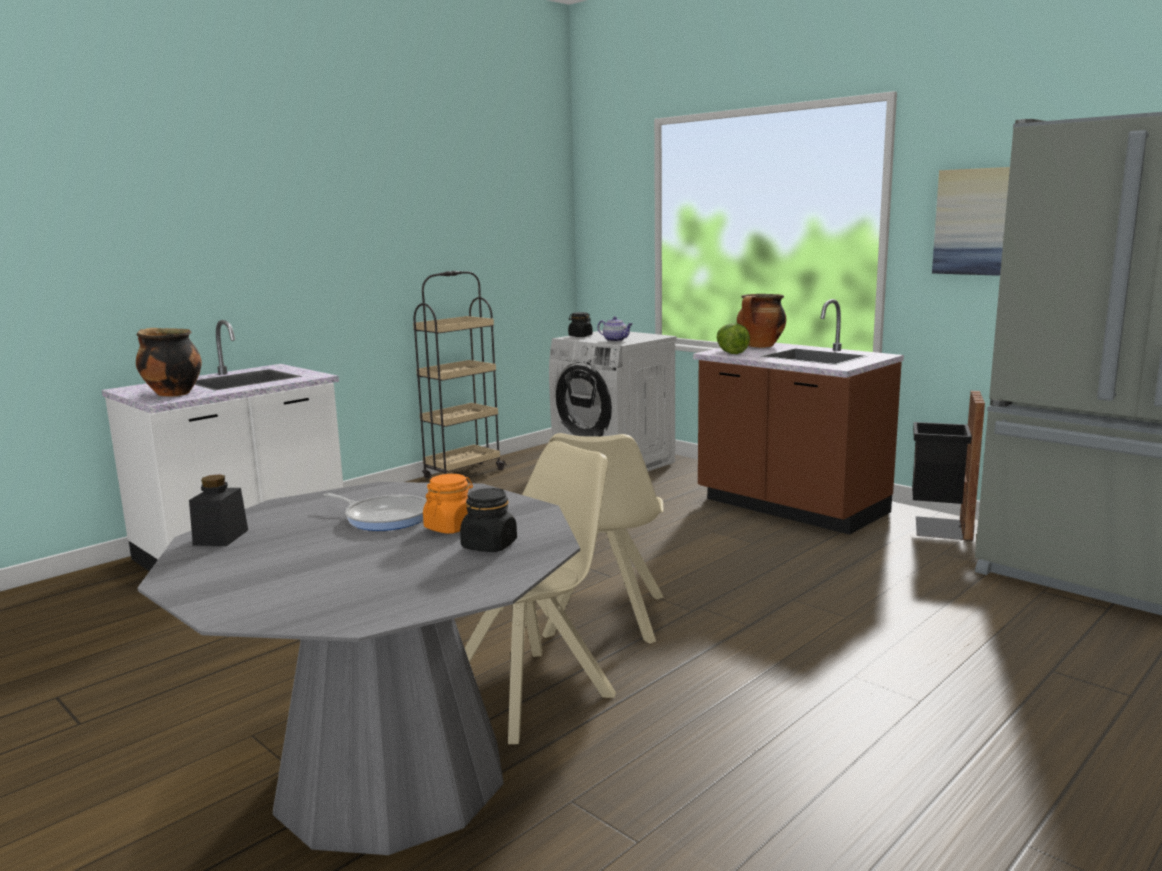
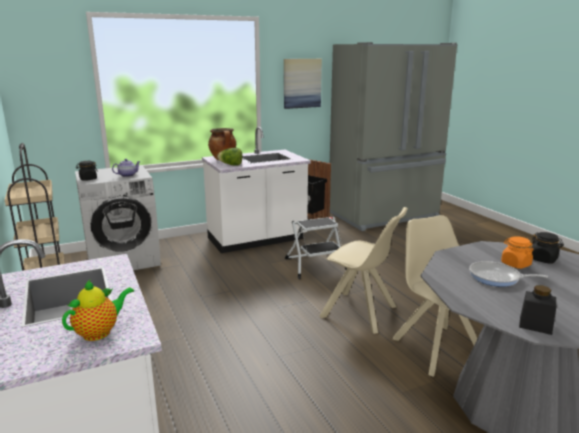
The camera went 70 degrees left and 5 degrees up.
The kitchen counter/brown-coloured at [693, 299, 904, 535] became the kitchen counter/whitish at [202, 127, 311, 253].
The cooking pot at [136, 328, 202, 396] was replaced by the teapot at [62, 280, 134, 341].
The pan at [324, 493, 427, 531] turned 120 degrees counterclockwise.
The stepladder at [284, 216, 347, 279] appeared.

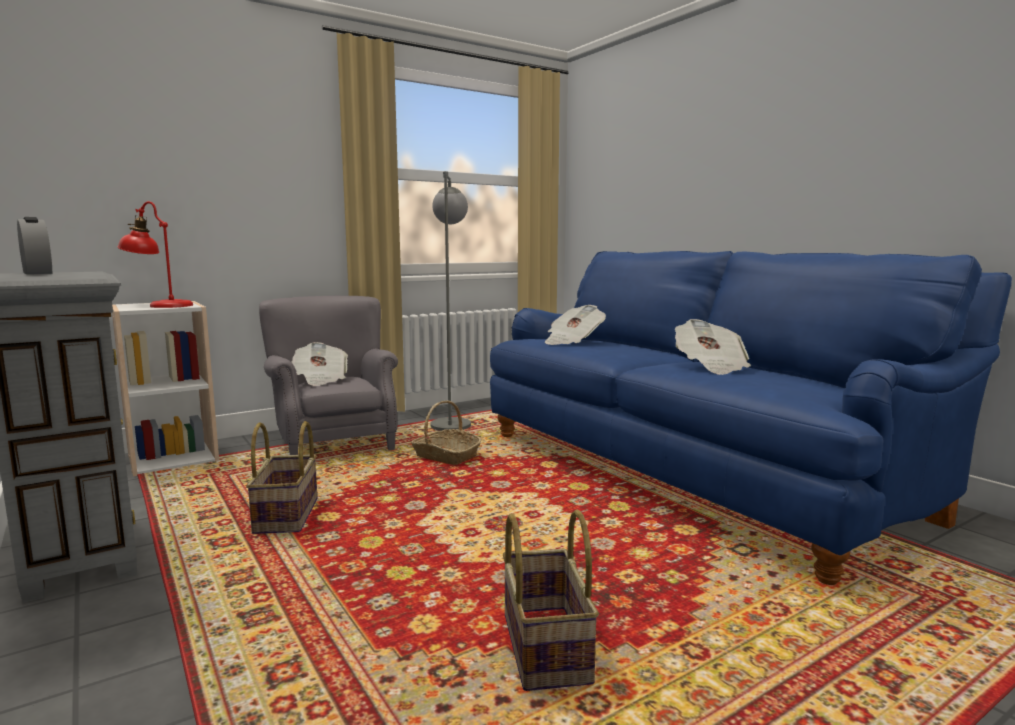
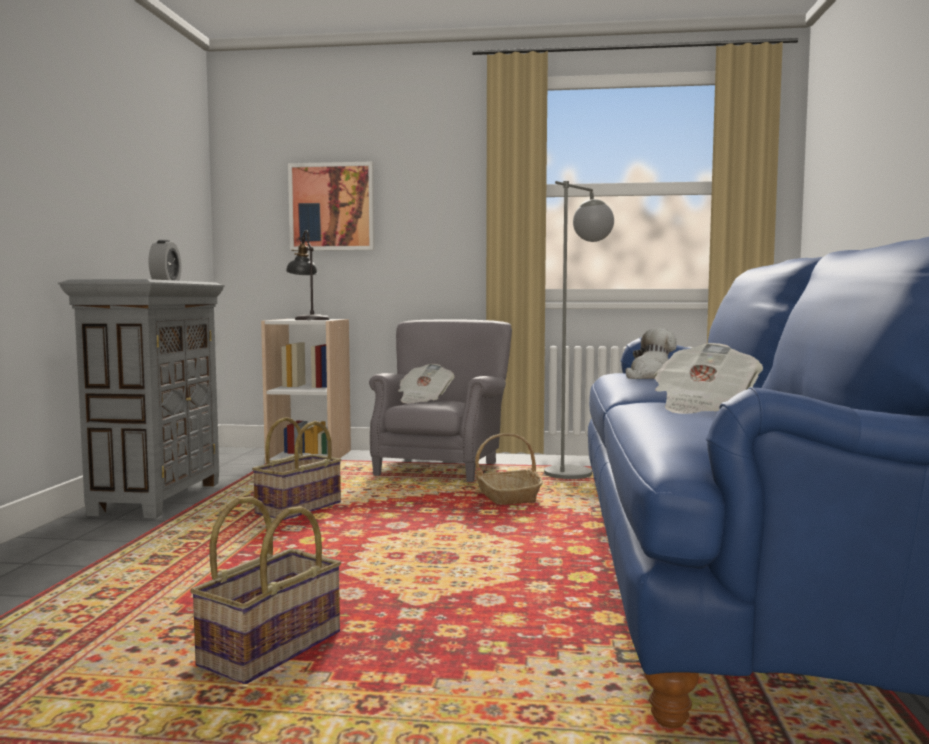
The camera went 40 degrees right and 5 degrees down.
The table lamp/red at [117, 201, 193, 308] became the table lamp/greyish at [286, 230, 330, 320].
The newspaper at [545, 305, 606, 345] was replaced by the soft toy at [625, 328, 677, 379].
The wall art at [288, 162, 375, 251] appeared.

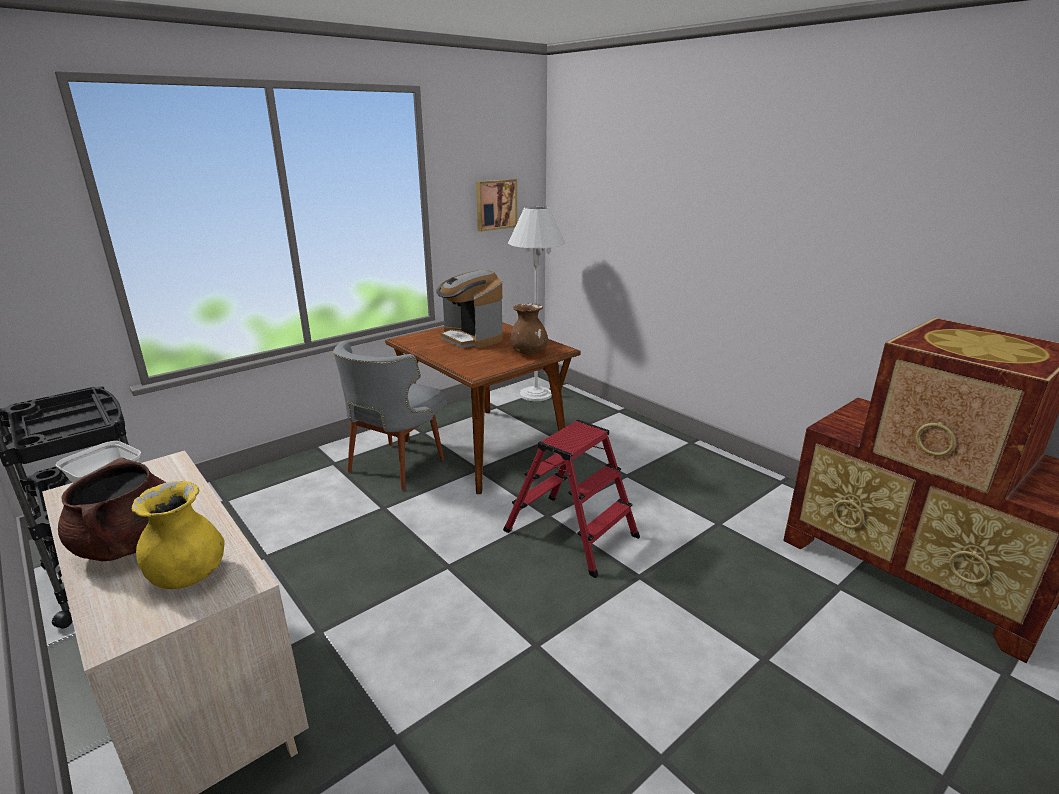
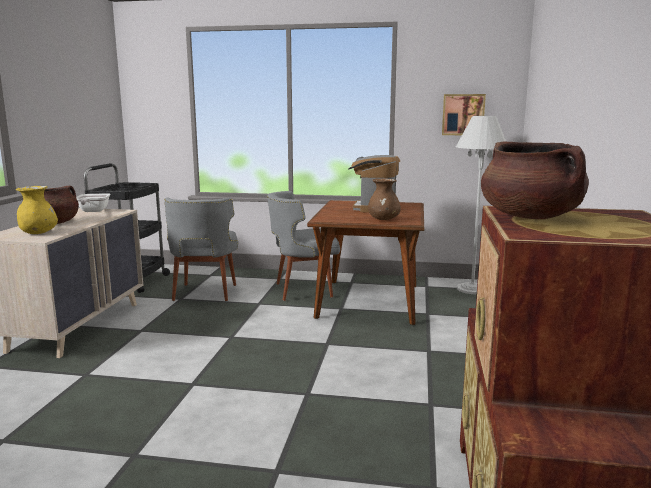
The camera went 50 degrees right and 10 degrees down.
The stepladder/red at [503, 420, 640, 578] disappeared.
The cooking pot/brown-coloured at [481, 141, 589, 219] appeared.
The plain chair/greyish at [164, 197, 238, 301] appeared.

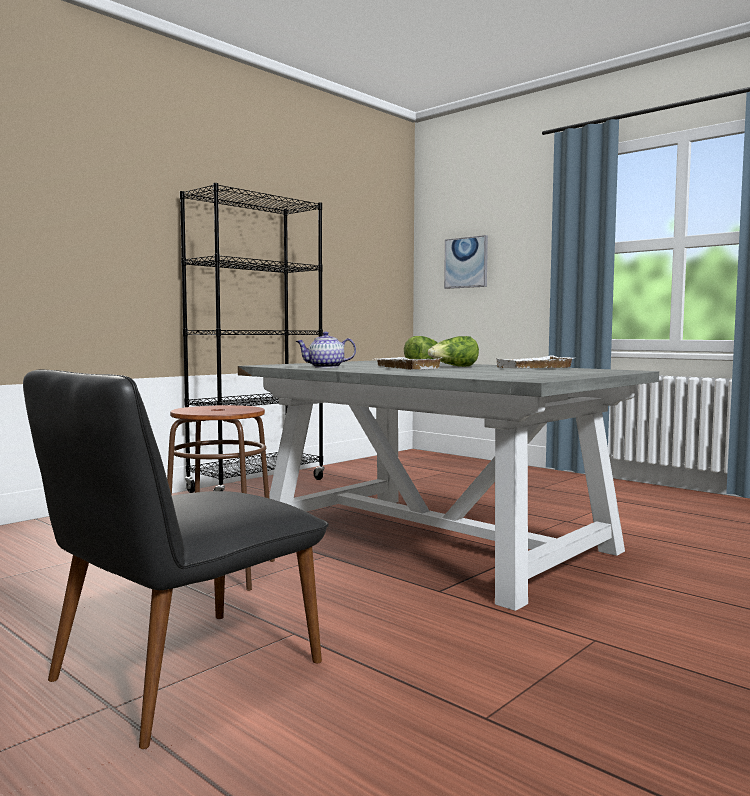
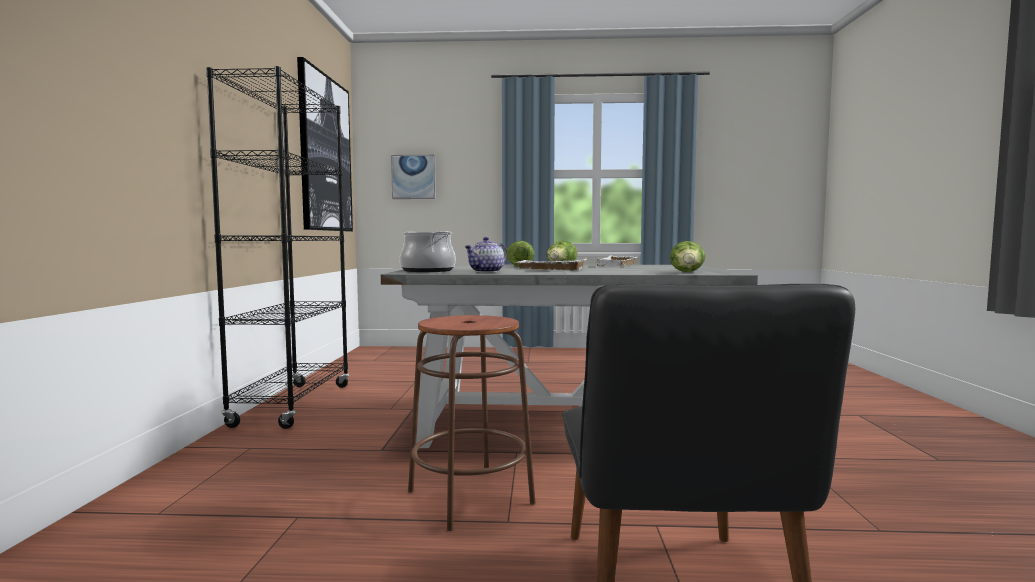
The camera went 40 degrees left and 0 degrees up.
The wall art at [297, 57, 353, 231] appeared.
The cooking pot at [400, 231, 456, 272] appeared.
The lettuce at [670, 241, 705, 272] appeared.

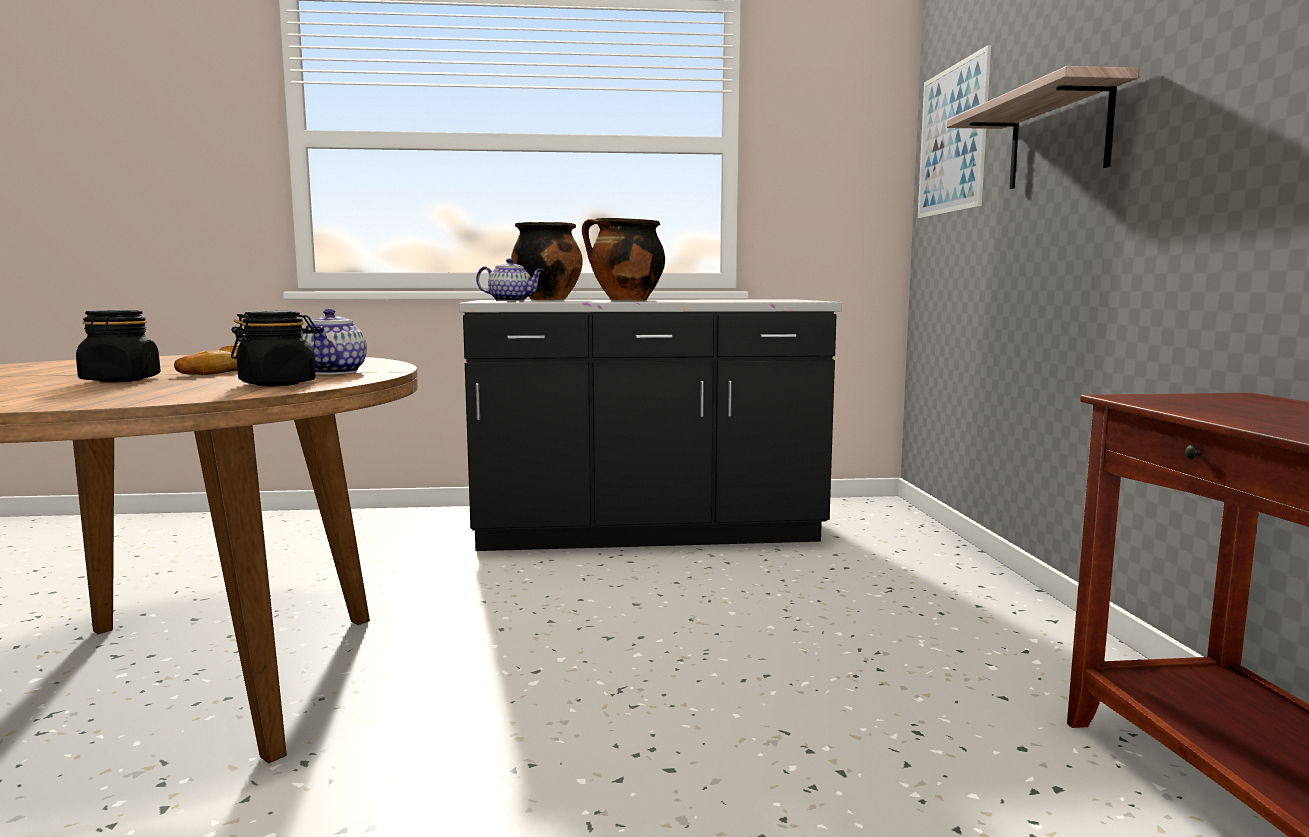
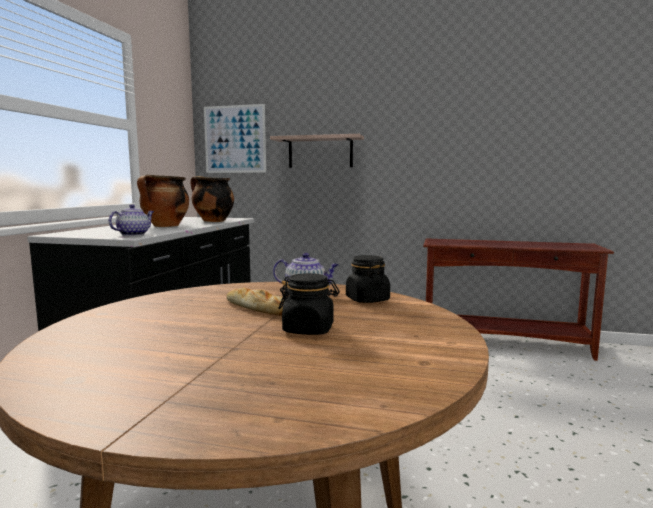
The camera went 70 degrees left and 0 degrees up.
The cooking pot moved from [511, 222, 583, 300] to [190, 176, 234, 222].

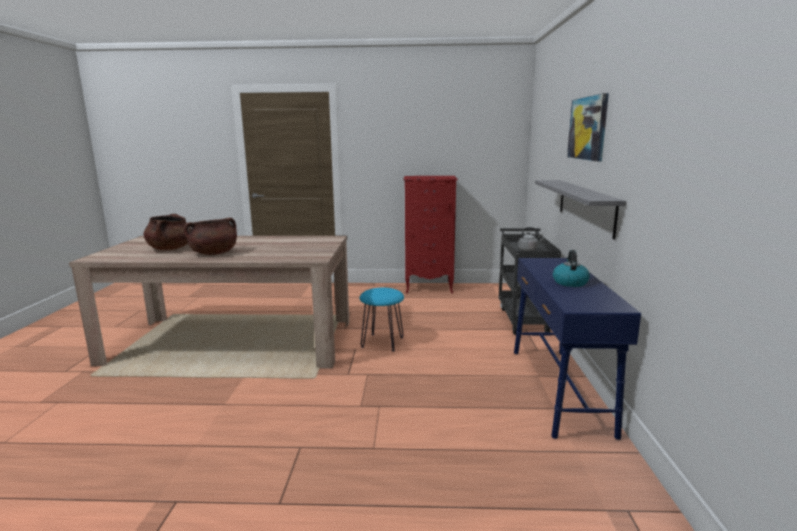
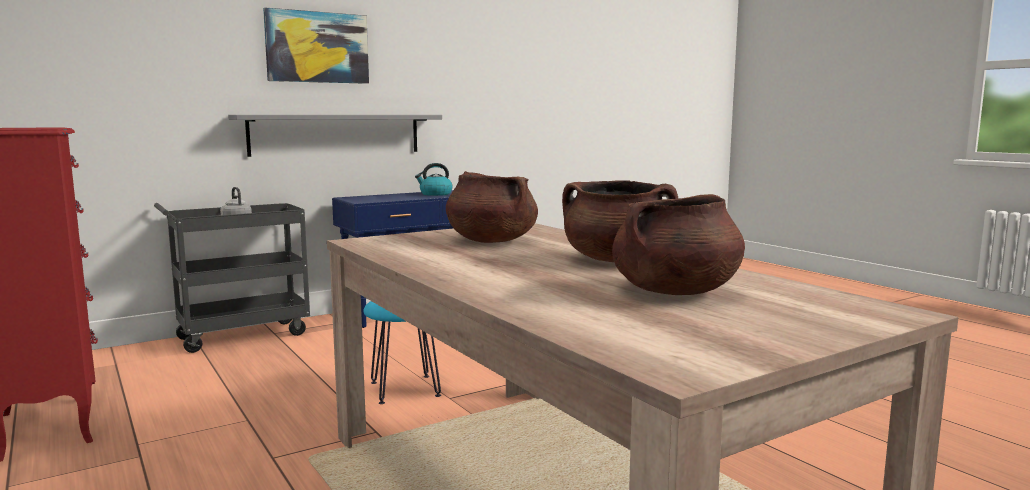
The camera went 125 degrees left and 5 degrees down.
The cooking pot/brown-coloured at [446, 171, 538, 243] appeared.

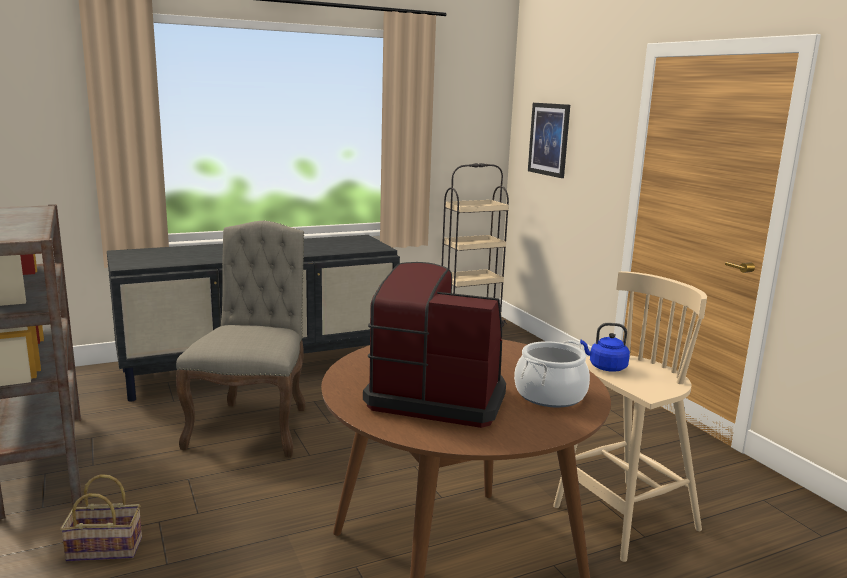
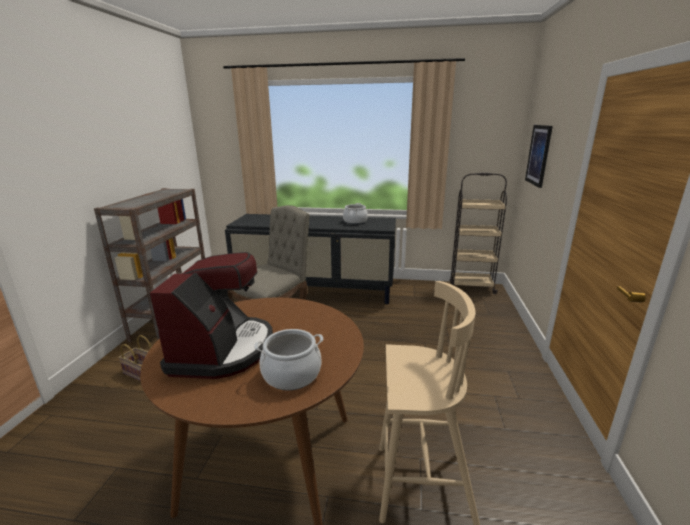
The camera went 35 degrees right and 5 degrees up.
The coffee maker at [363, 262, 506, 428] turned 45 degrees clockwise.
The water kettle/bluish at [580, 323, 630, 372] disappeared.
The cooking pot at [343, 203, 368, 224] appeared.

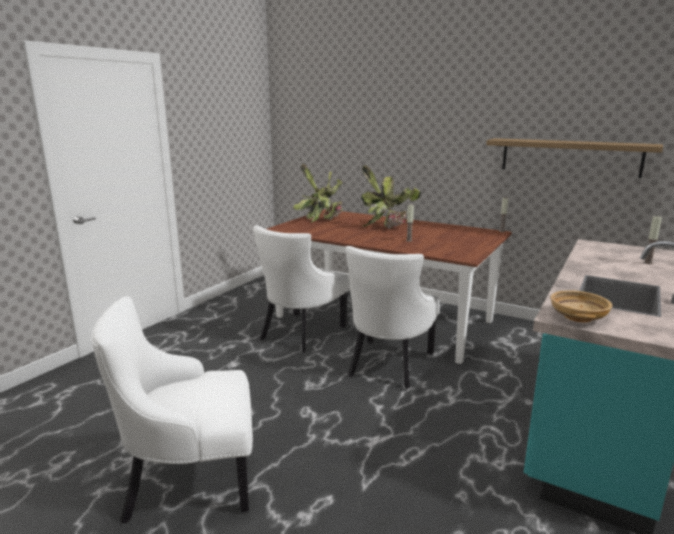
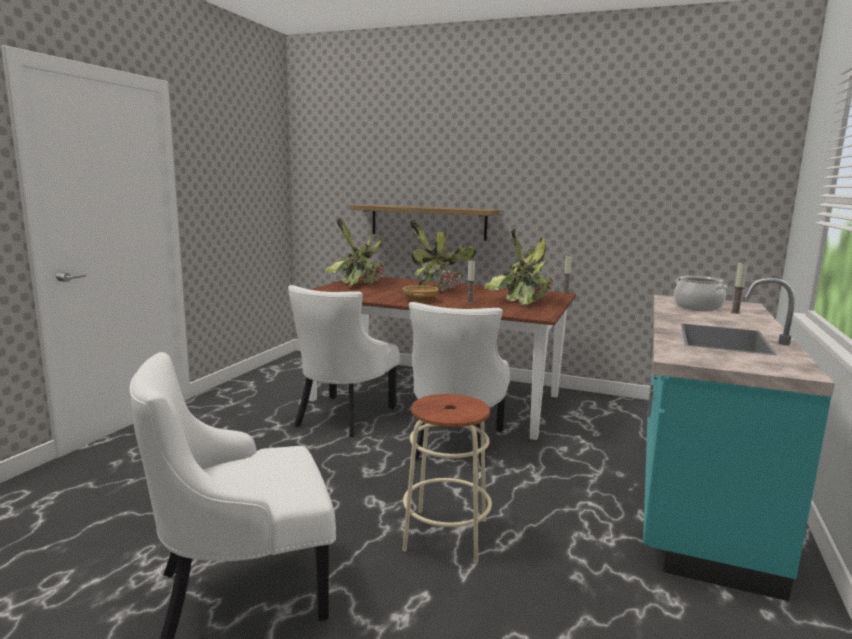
The camera went 10 degrees left and 5 degrees down.
The wall shelf moved from [486, 138, 663, 178] to [351, 204, 499, 241].
The deep dish/beige moved from [550, 290, 613, 322] to [402, 285, 439, 302].
The houseplant at [484, 227, 553, 306] appeared.
The cooking pot at [674, 276, 727, 311] appeared.
The stool/beige at [402, 394, 492, 562] appeared.

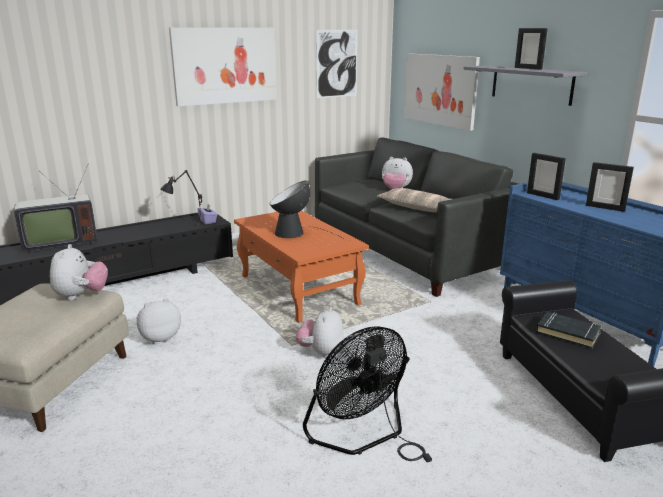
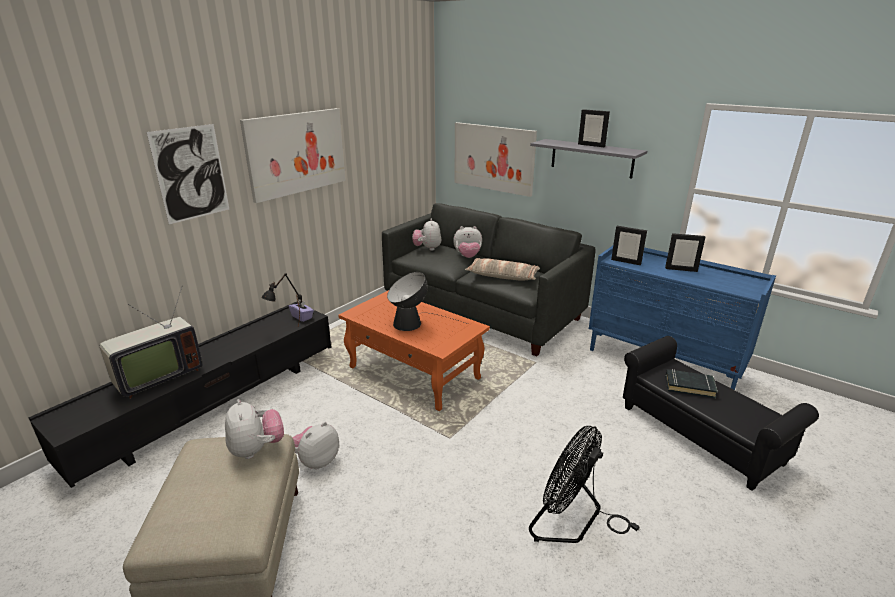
The camera went 20 degrees left and 5 degrees up.
The wall art moved from [316, 30, 358, 98] to [147, 124, 229, 224].
The soft toy moved from [296, 307, 344, 358] to [412, 219, 441, 251].

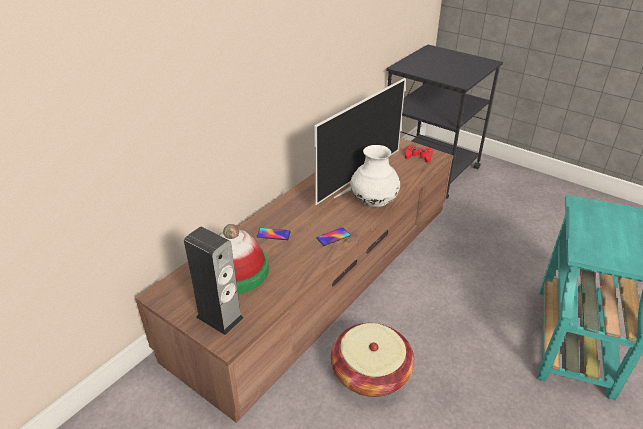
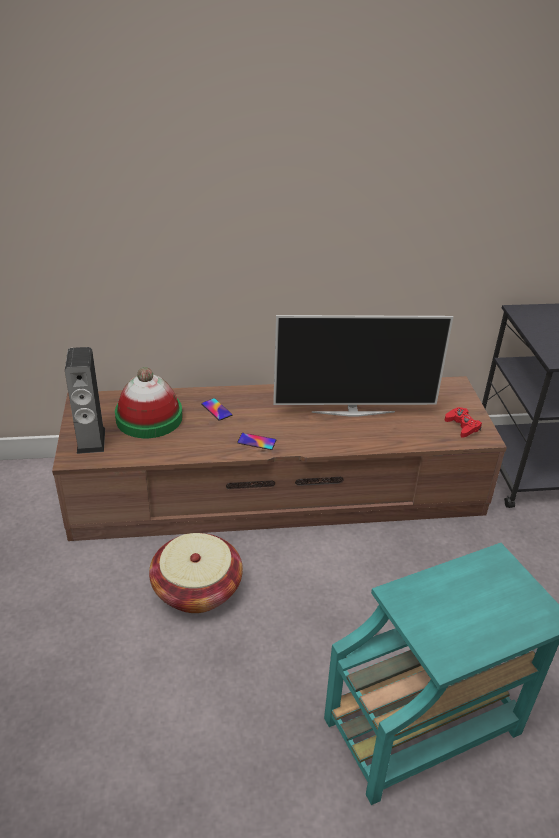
The camera went 45 degrees right and 0 degrees up.
The decorative vase/whitish at [350, 145, 400, 207] disappeared.

